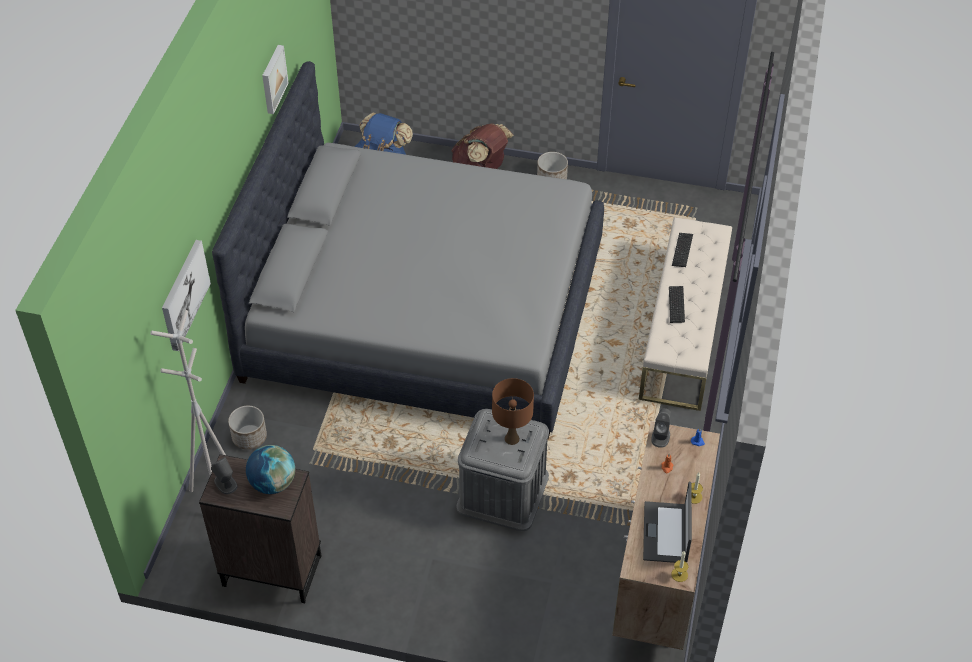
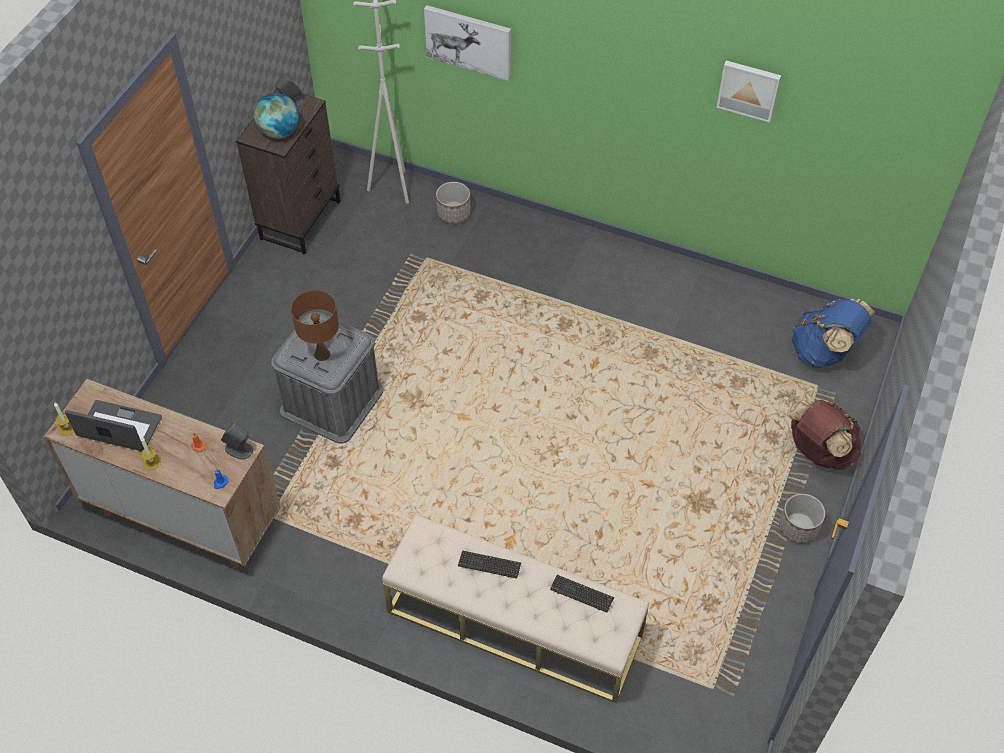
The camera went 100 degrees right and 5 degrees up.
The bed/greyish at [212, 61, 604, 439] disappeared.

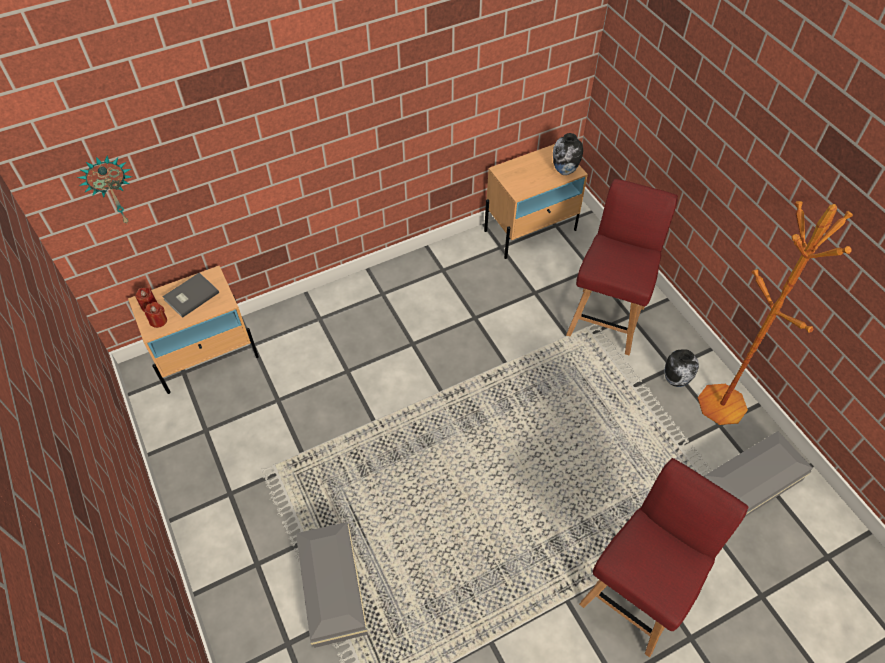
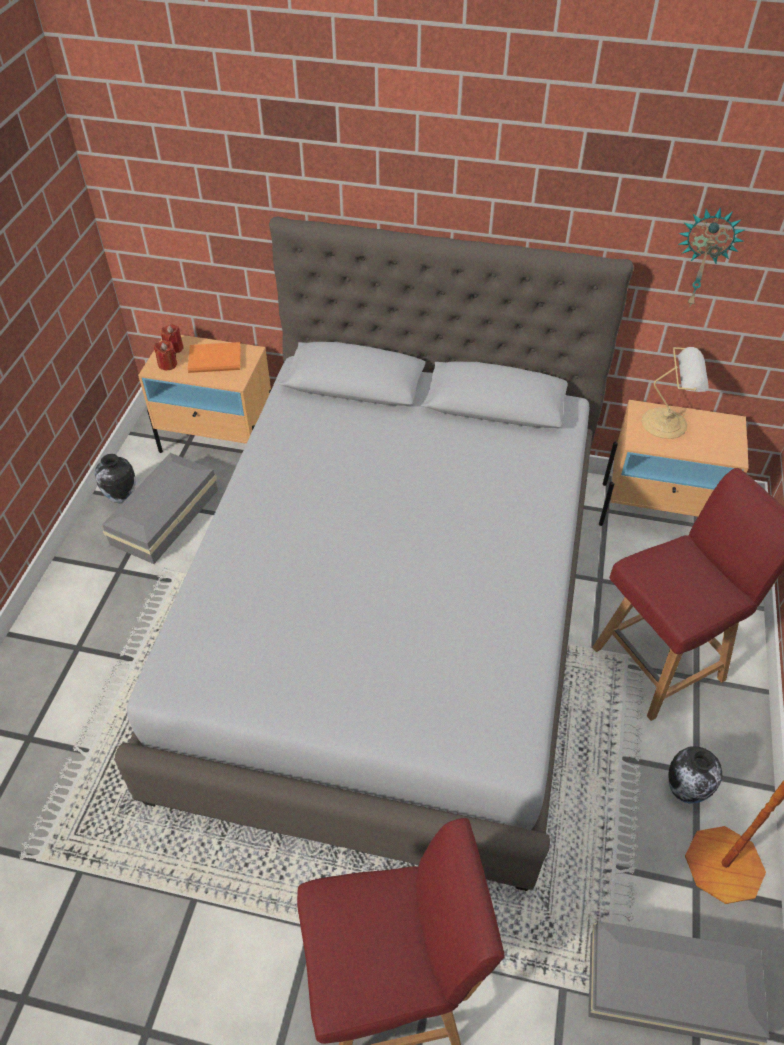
The camera went 40 degrees right and 5 degrees down.
The decorative vase moved from [553, 133, 583, 175] to [95, 454, 136, 504].
The clock on the wall moved from [77, 155, 132, 225] to [678, 207, 746, 306].
The bound book/greyish at [163, 273, 219, 318] became the bound book/orange at [188, 342, 241, 373].
The storage box/greyish moved from [296, 522, 367, 648] to [102, 453, 218, 564].
The bed/greyish at [115, 216, 634, 891] appeared.
The table lamp at [642, 347, 709, 439] appeared.

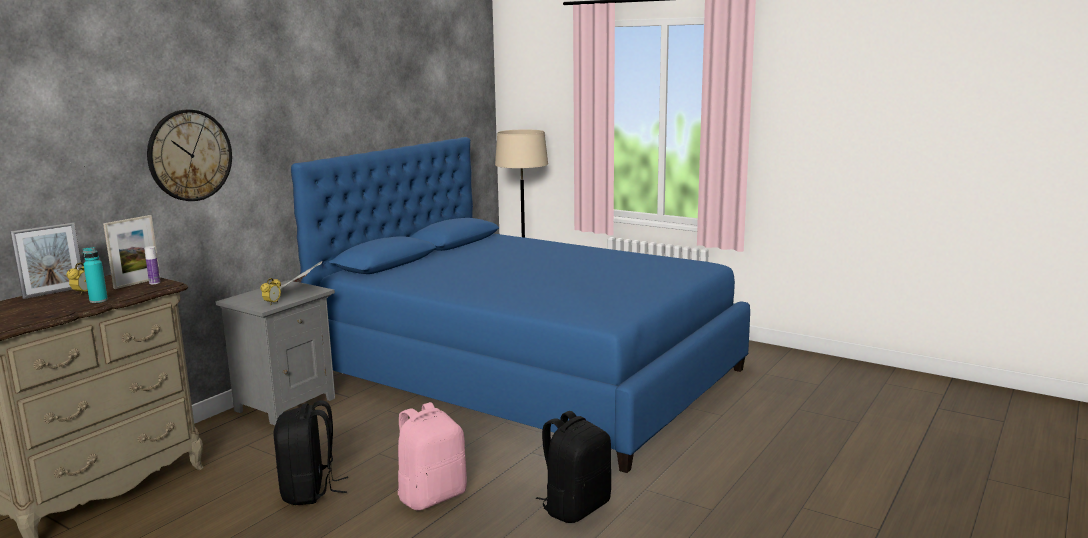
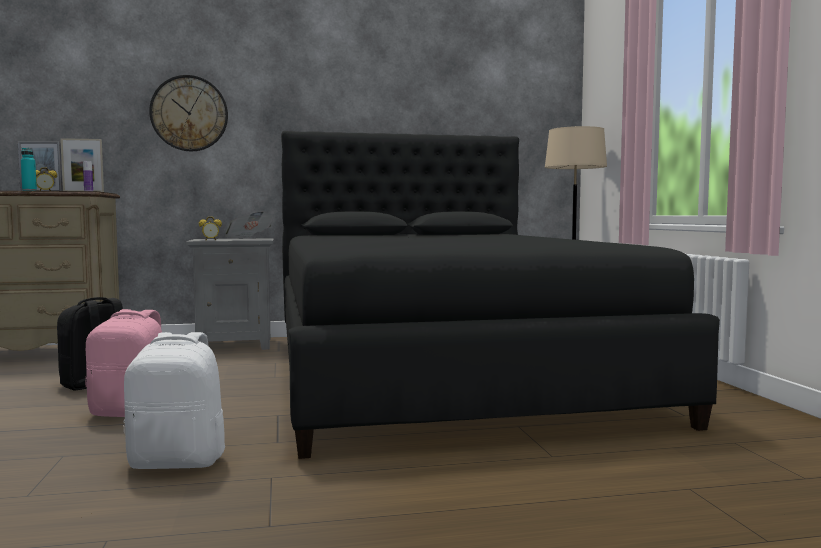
The camera went 45 degrees right and 10 degrees down.
The bed/bluish at [291, 137, 750, 473] became the bed/black-coloured at [281, 131, 720, 459].
The rucksack/black-coloured at [536, 411, 611, 523] became the rucksack/whitish at [124, 332, 225, 469].

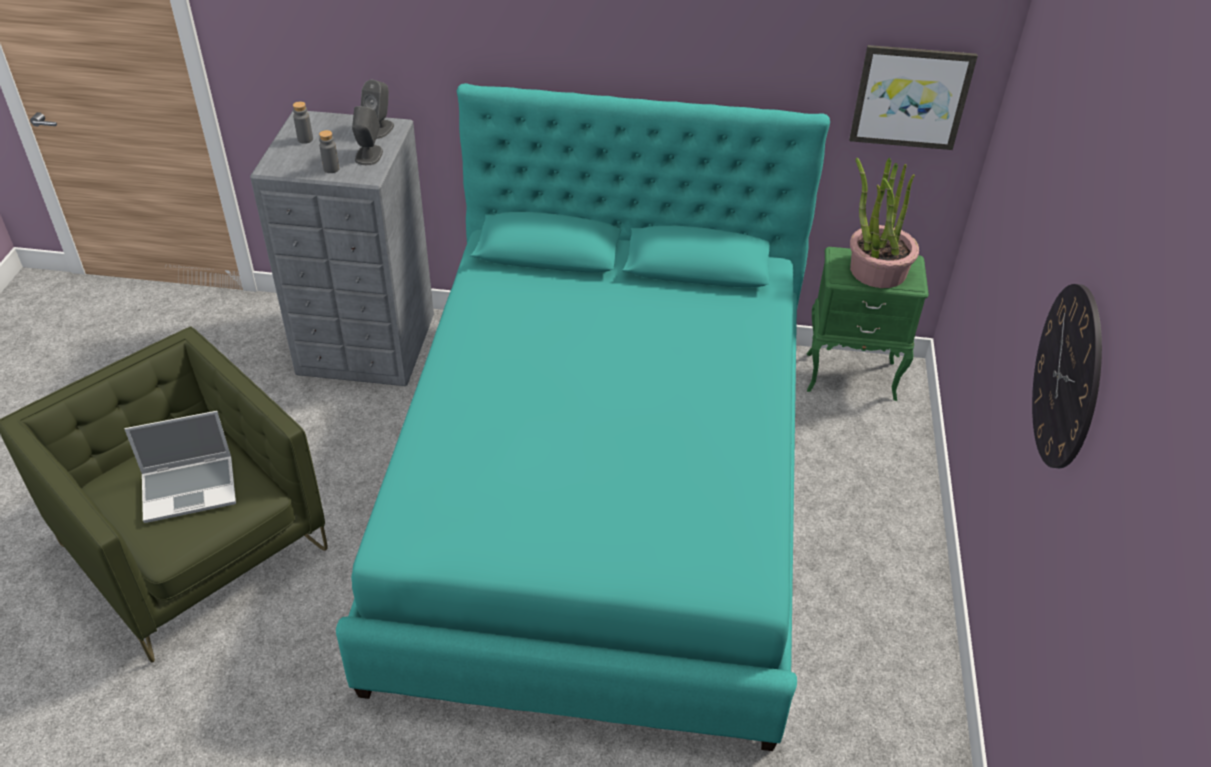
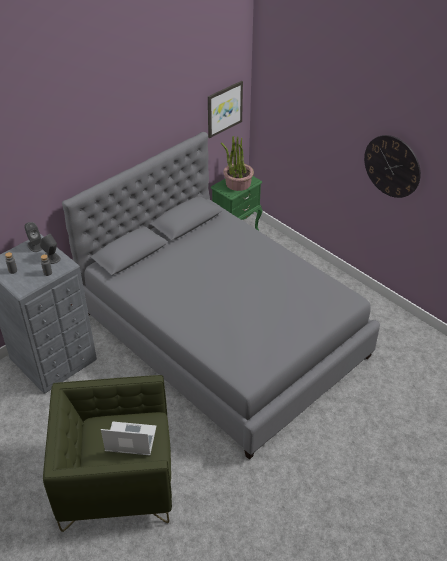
The camera went 50 degrees left and 0 degrees up.
The bed/turquoise-coloured at [336, 83, 830, 751] became the bed/greyish at [62, 132, 380, 460].
The portable computer at [125, 411, 236, 523] turned 105 degrees counterclockwise.

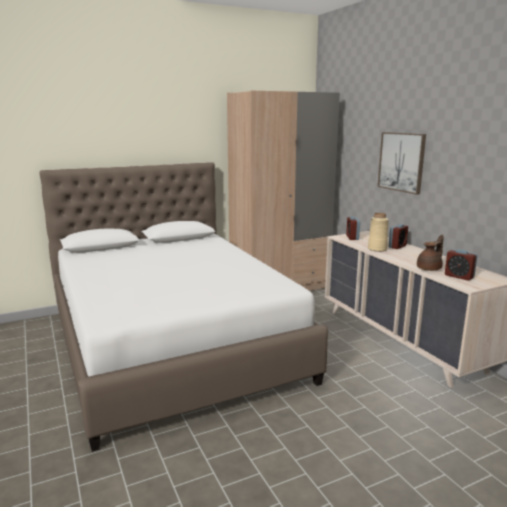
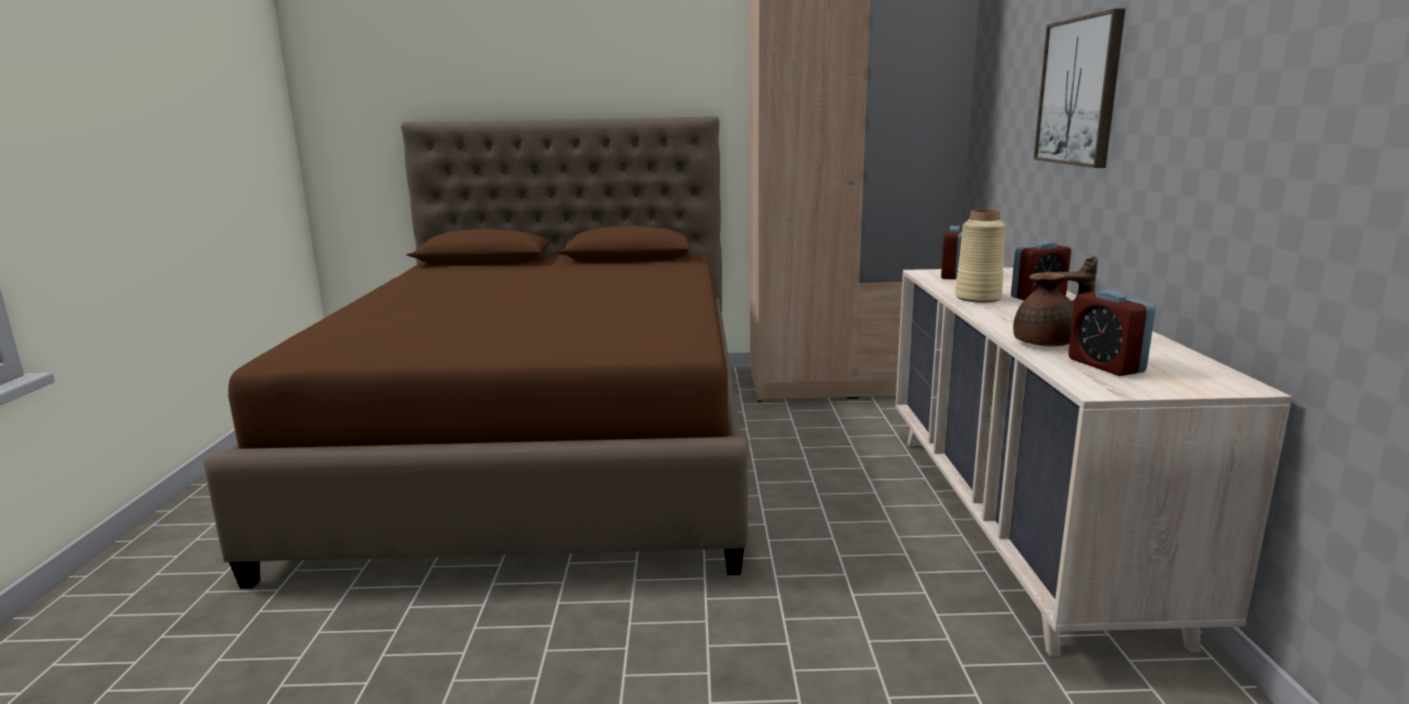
The camera went 25 degrees right and 0 degrees up.
The bed/whitish at [40, 162, 328, 452] became the bed/brown-coloured at [204, 116, 749, 588].

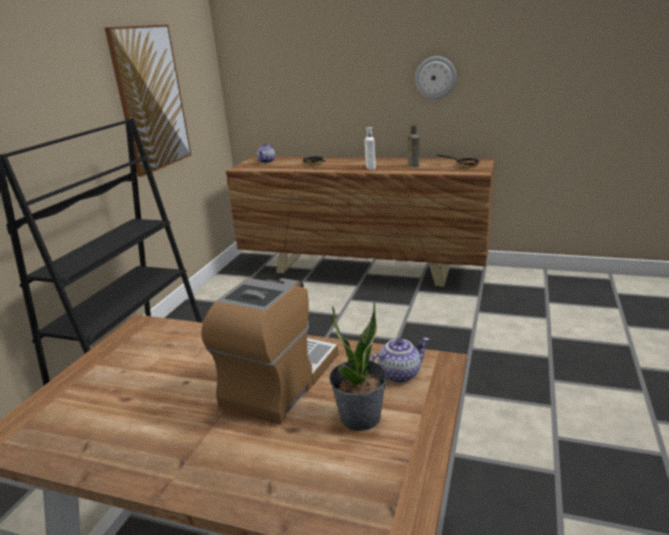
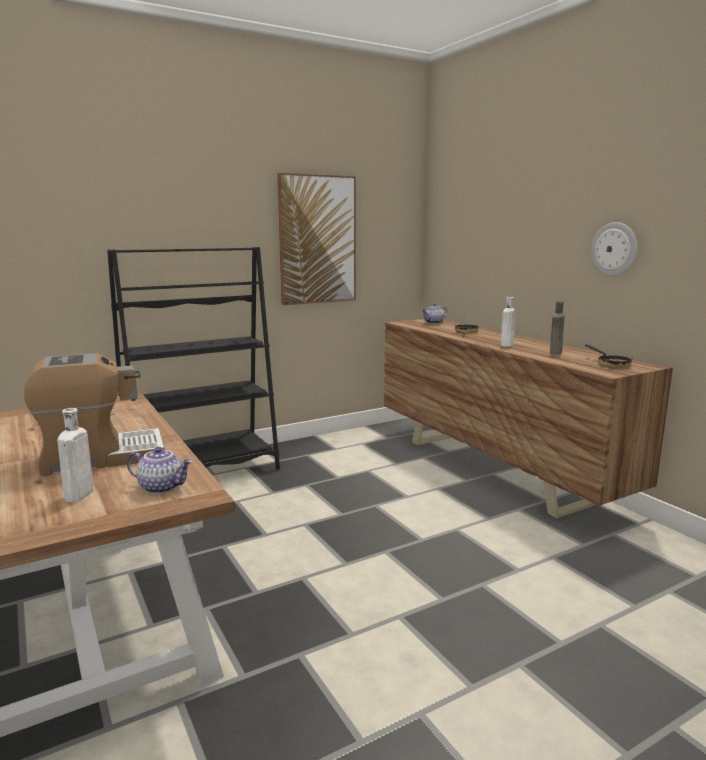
The camera went 40 degrees right and 10 degrees down.
The houseplant at [329, 301, 387, 431] was replaced by the drink bottle/whitish at [57, 408, 94, 502].

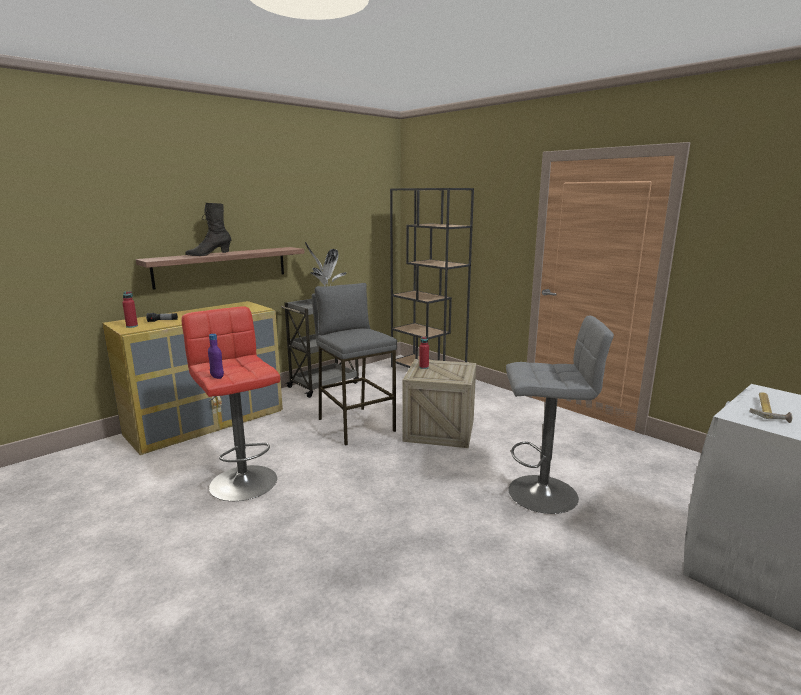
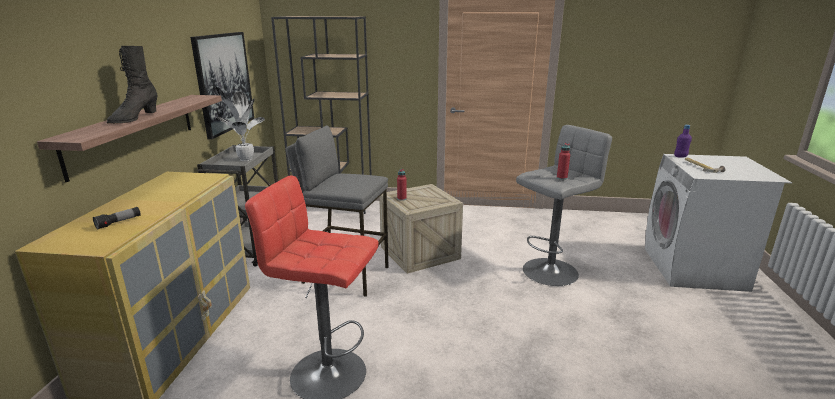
The camera went 40 degrees left and 5 degrees up.
The drink bottle/red moved from [122, 291, 138, 328] to [557, 143, 570, 180].
The drink bottle/purple-coloured moved from [208, 334, 224, 379] to [674, 125, 692, 158].
The wall art at [190, 32, 254, 140] appeared.

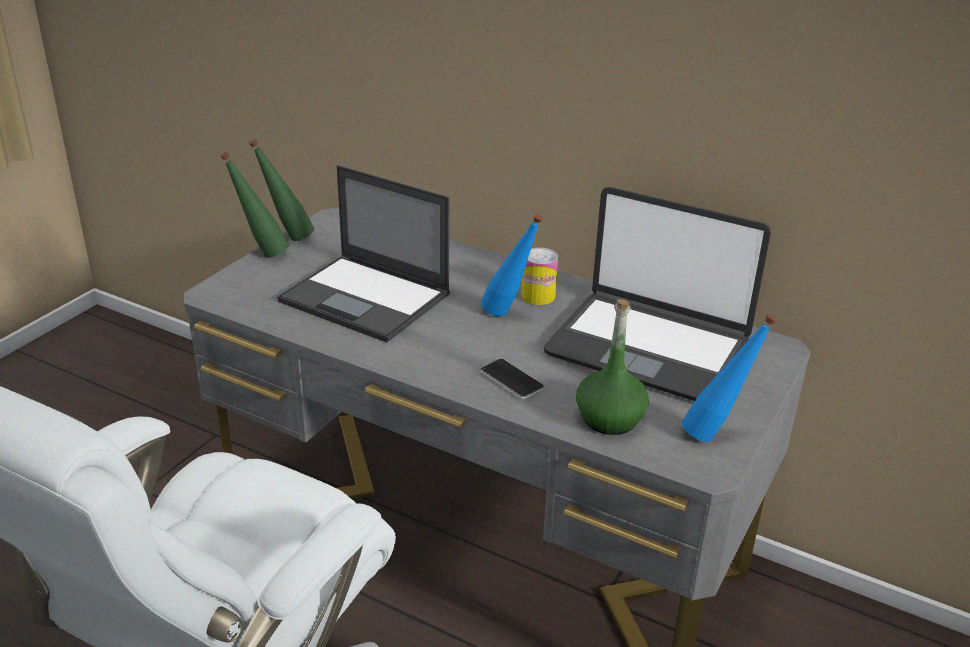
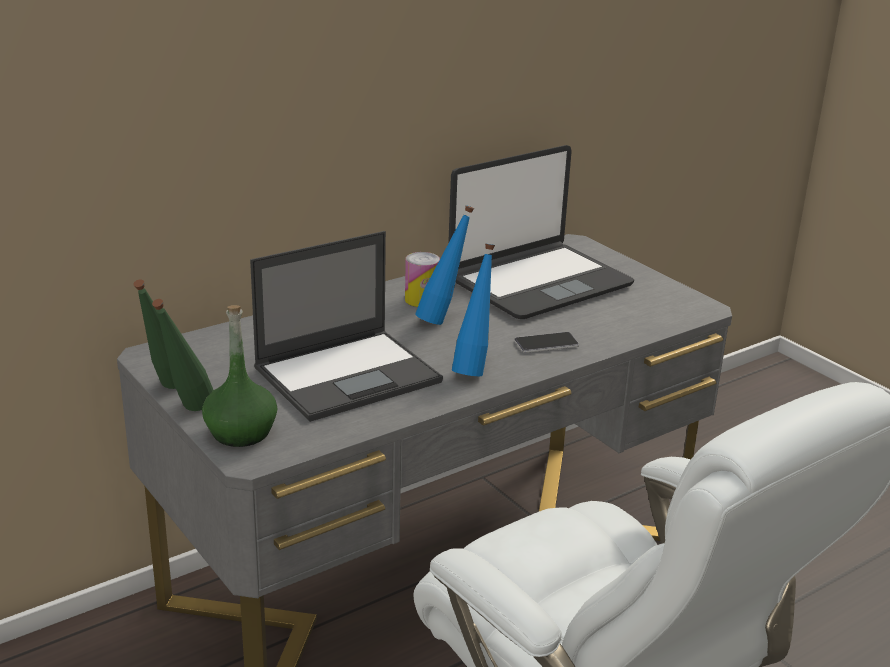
The camera went 65 degrees left and 5 degrees down.
The drink bottle/greenish moved from [576, 299, 649, 435] to [202, 305, 277, 447].
The drink bottle/bluish moved from [682, 314, 777, 442] to [452, 243, 495, 376].

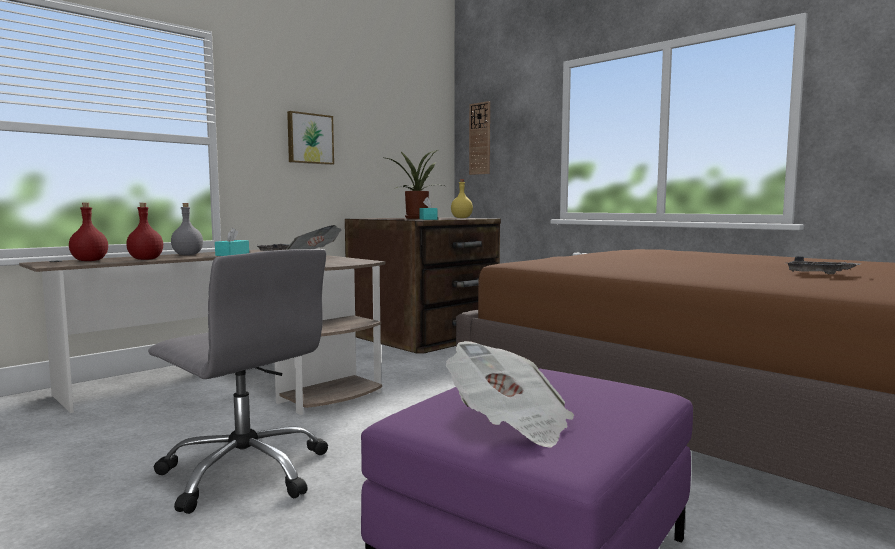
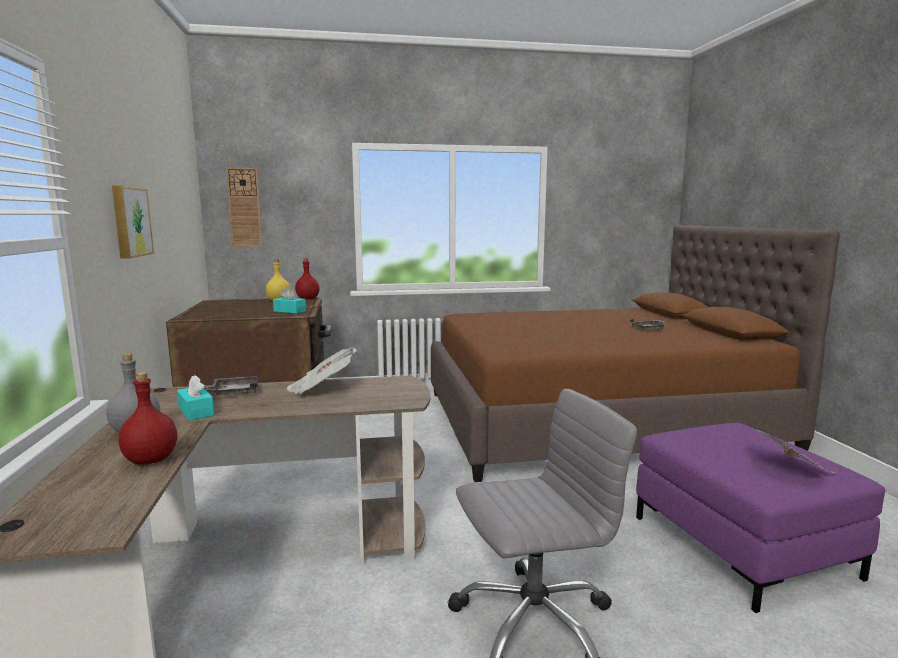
The camera went 55 degrees left and 5 degrees up.
The houseplant at [386, 149, 444, 219] disappeared.
The drink bottle/red moved from [69, 203, 108, 261] to [295, 258, 319, 300].

